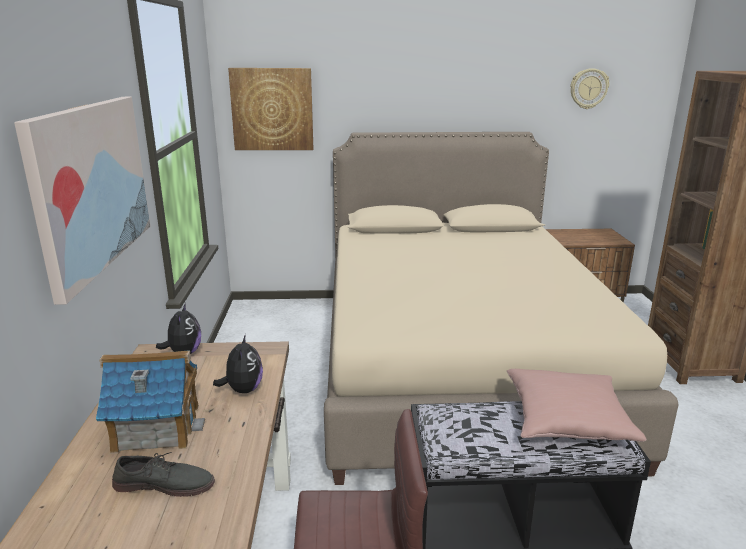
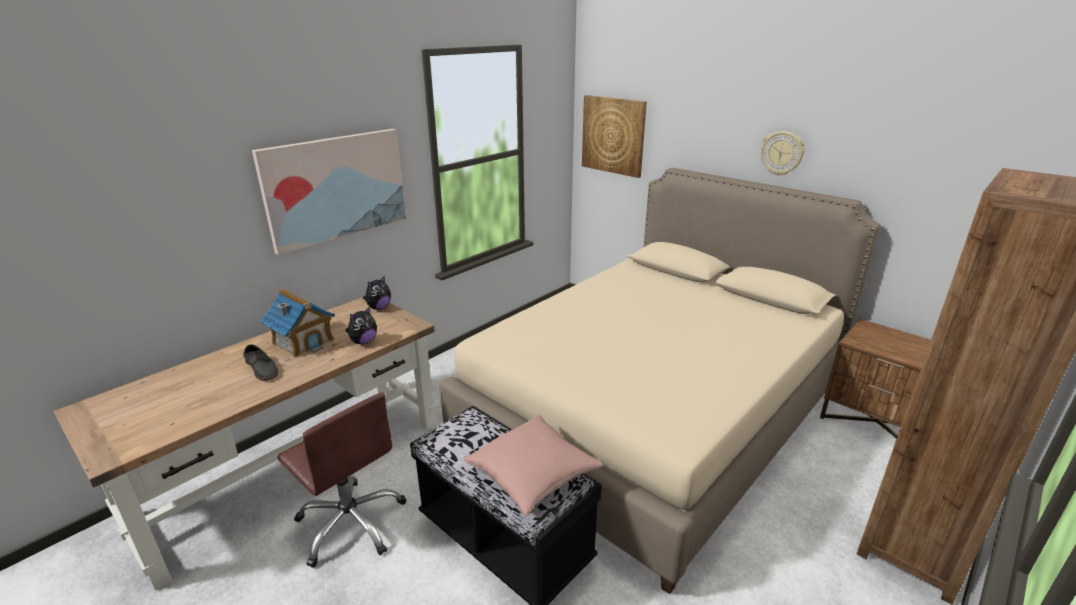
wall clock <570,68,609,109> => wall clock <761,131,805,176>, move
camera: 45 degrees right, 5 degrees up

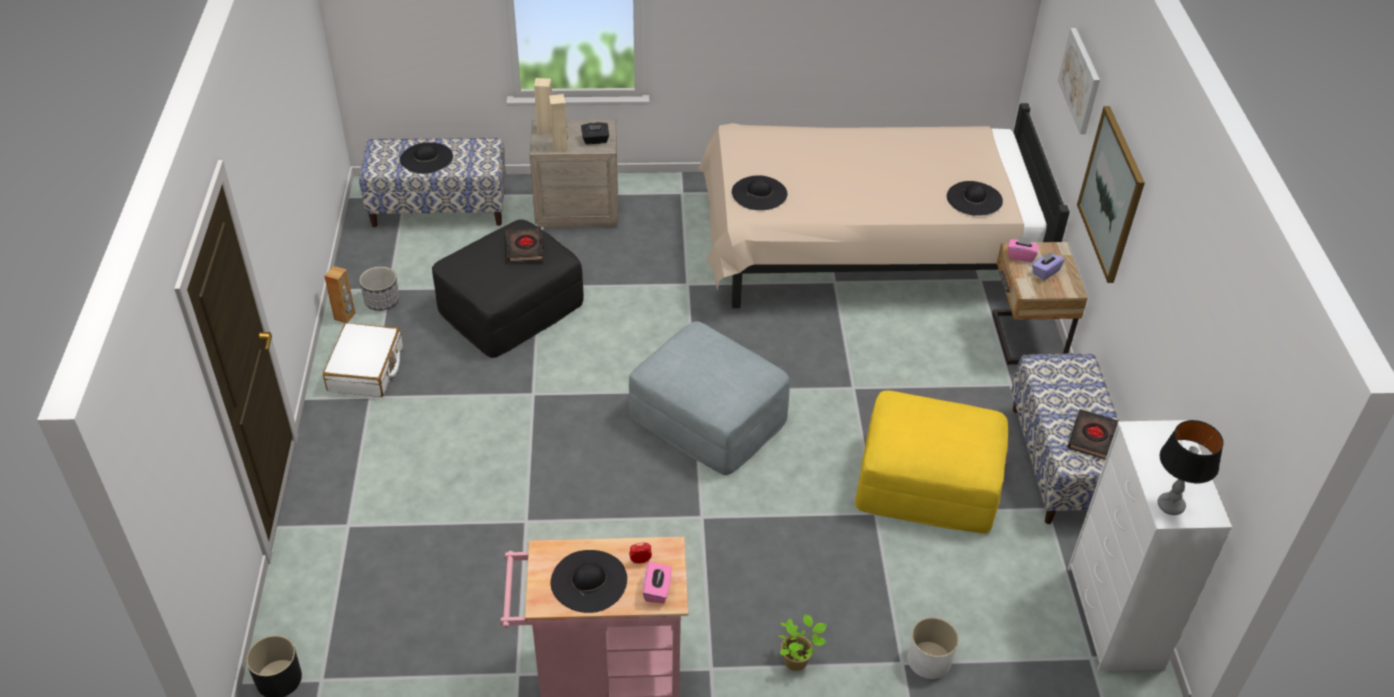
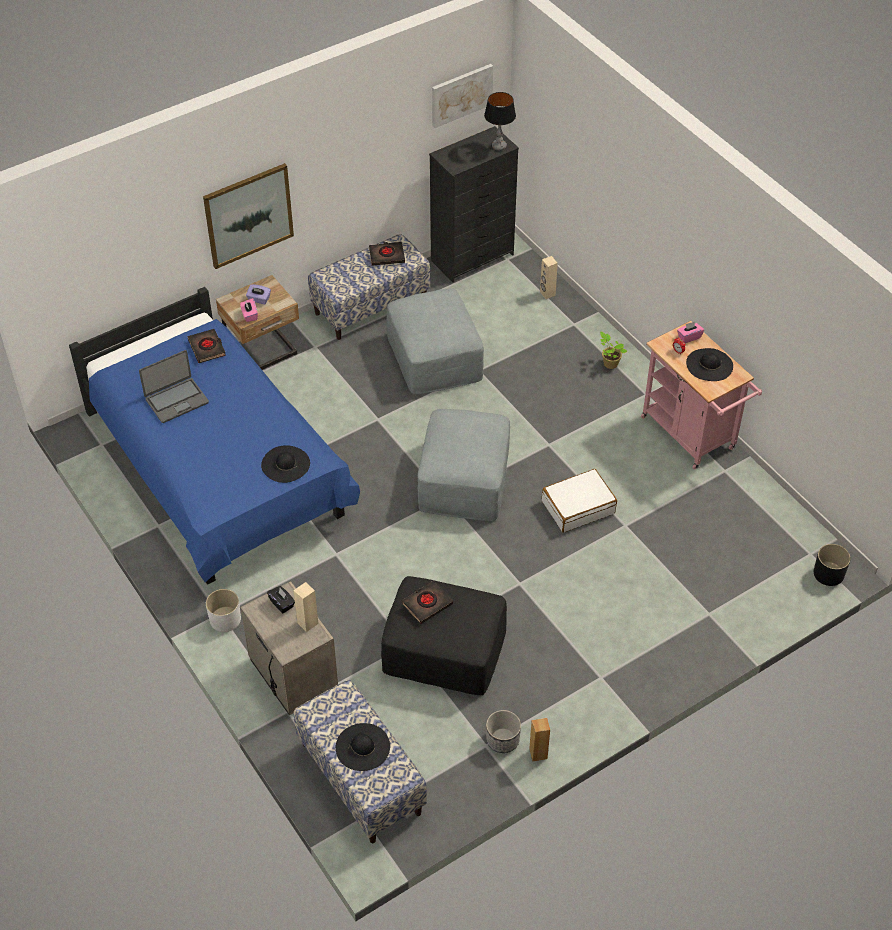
nothing => laptop <139,350,209,423>
white suitcase <323,323,403,397> => white suitcase <542,469,617,533>, move
beige speaker <534,78,552,134> => beige speaker <540,256,558,299>, move
white planter <907,617,959,679> => white planter <206,589,241,632>, move
picture <1058,28,1100,134> => picture <432,64,493,128>, move
black hat <947,181,1003,216> => black book <188,329,226,363>
beige bed <698,103,1070,308> => blue bed <69,287,360,585>
yellow ottoman <855,391,1008,534> => grey ottoman <386,288,484,394>
white dresser <1068,420,1232,671> => black dresser <429,126,519,282>
camera: 120 degrees left, 5 degrees up

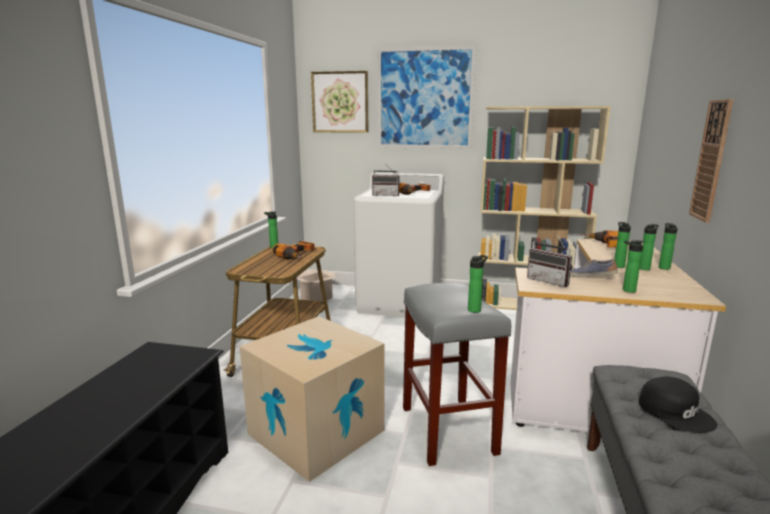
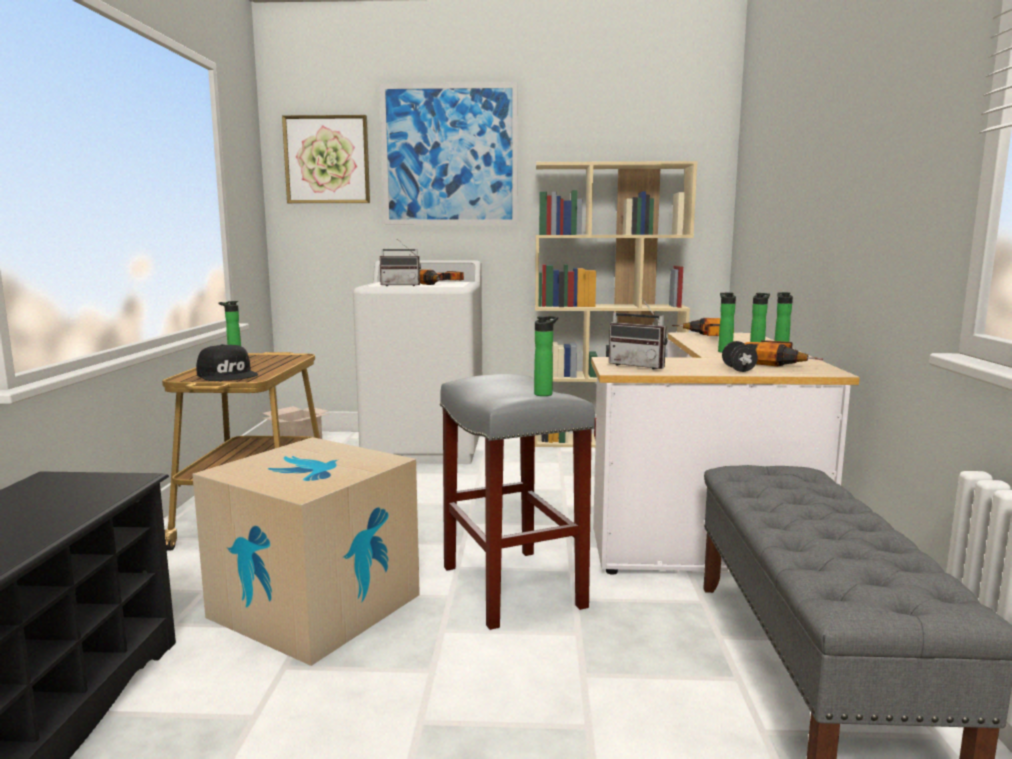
shoe <570,259,618,277> => nothing
wall clock <689,99,734,223> => nothing
power drill <273,241,315,260> => power drill <744,340,823,366>, move
black cap <639,376,717,433> => black cap <196,344,258,381>, move
bottle <623,240,644,293> => black dumbbell <722,341,758,372>
camera: 10 degrees left, 5 degrees down

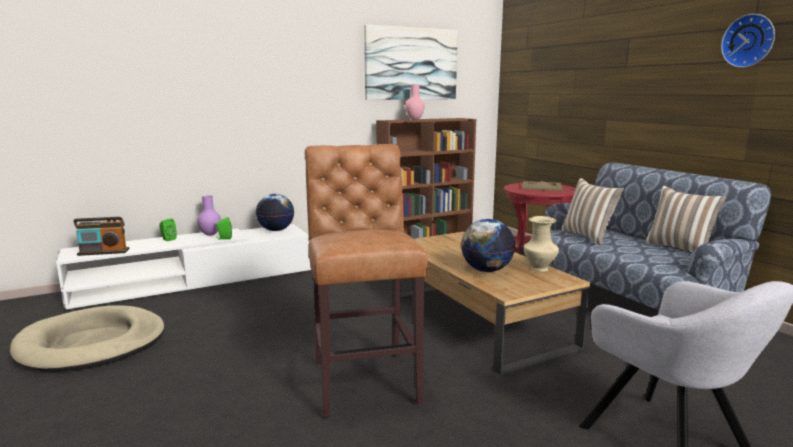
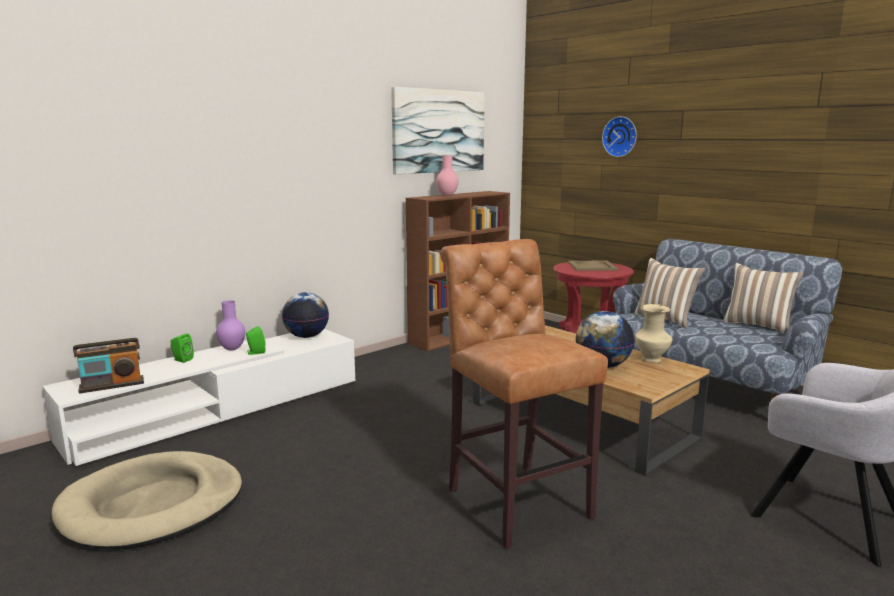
wall clock <721,14,775,68> => wall clock <602,116,637,157>, move
camera: 15 degrees left, 0 degrees up

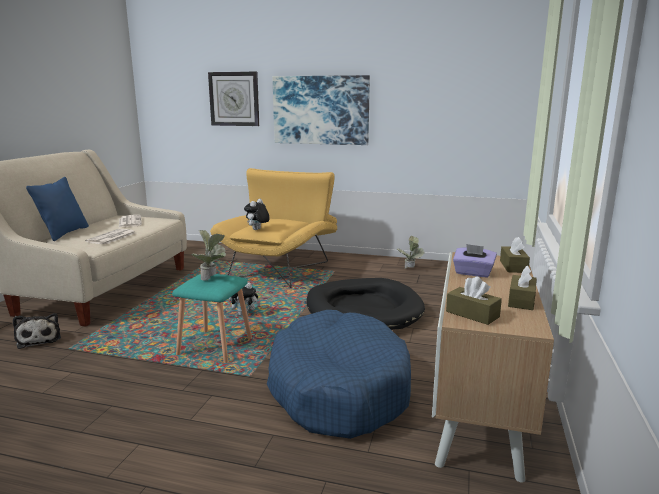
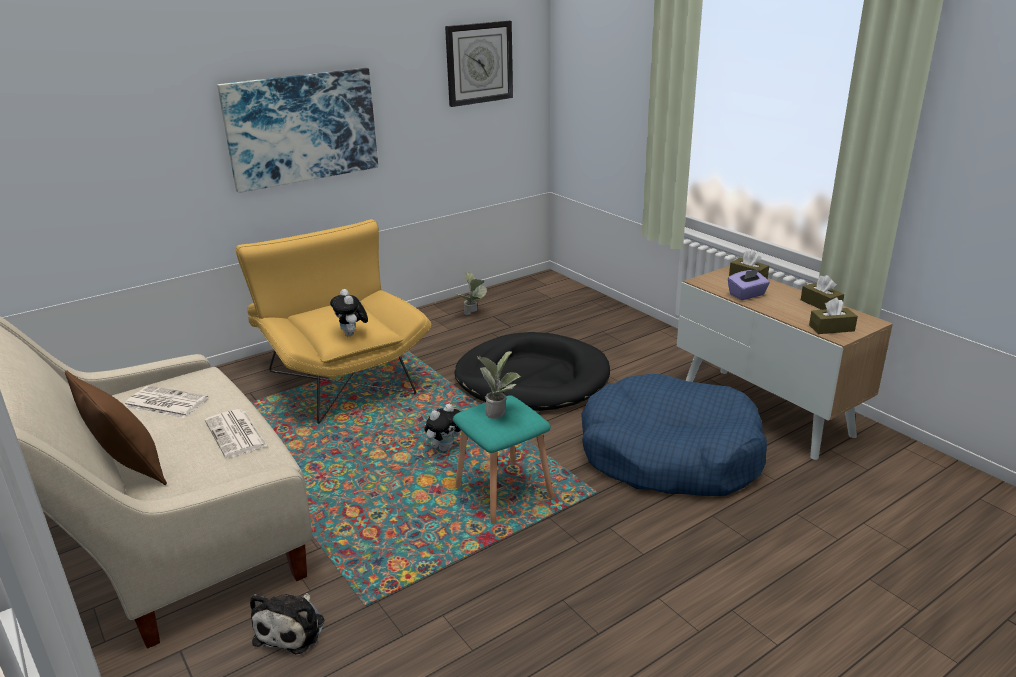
wall clock <208,72,259,126> => wall clock <445,21,513,107>, move
blue pillow <26,177,89,241> => brown pillow <65,370,167,485>
plush toy <13,313,61,349> => plush toy <250,593,324,654>, 90 degrees clockwise
camera: 50 degrees left, 10 degrees up

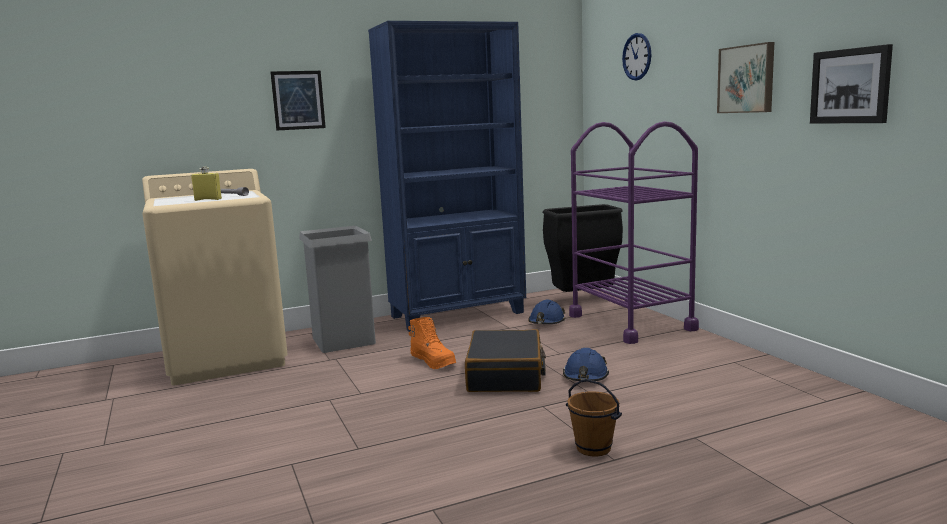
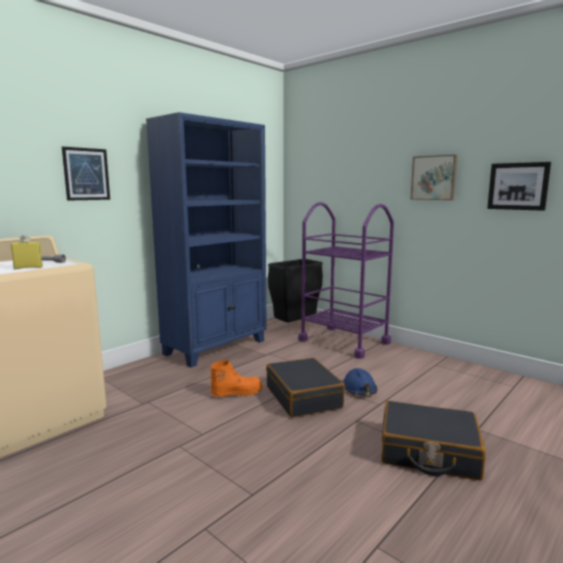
grey trash can <299,226,376,353> => nothing
blue hard hat <529,299,565,324> => nothing
wall clock <622,33,651,80> => nothing
brown bucket <566,379,622,457> => black suitcase <381,401,486,480>
orange boot <408,317,456,369> => orange boot <210,359,263,397>, 45 degrees counterclockwise
camera: 25 degrees left, 0 degrees up

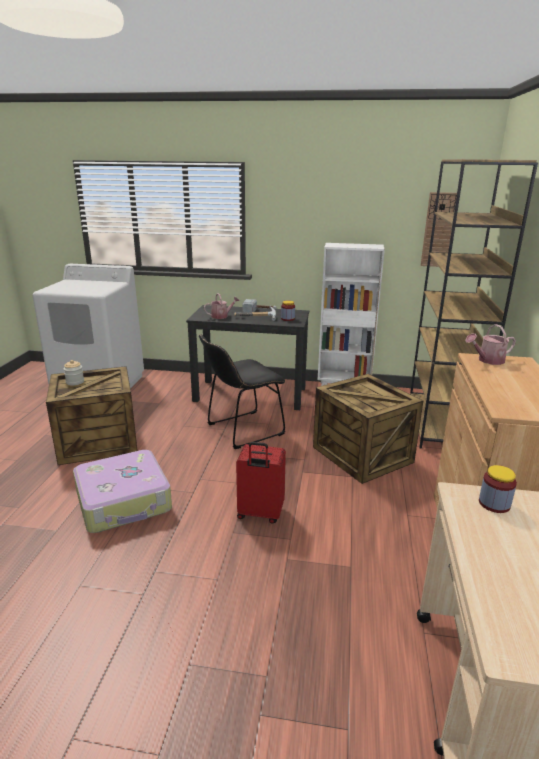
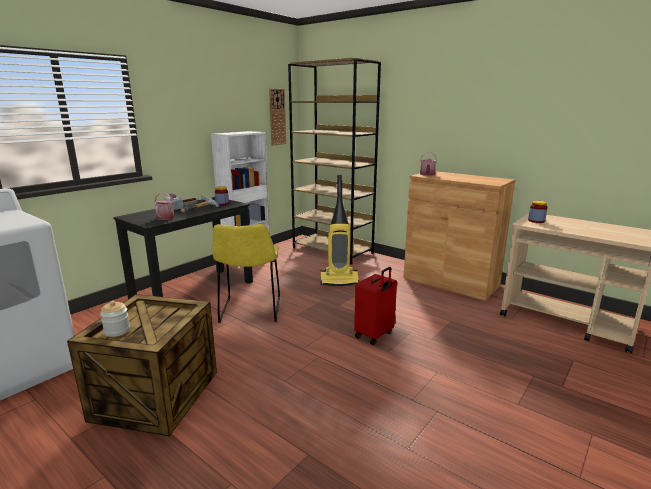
suitcase <73,450,172,533> => nothing
crate <313,374,423,484> => vacuum cleaner <321,175,360,286>
black chair <199,334,285,449> => yellow chair <212,224,280,323>
camera: 60 degrees left, 5 degrees down

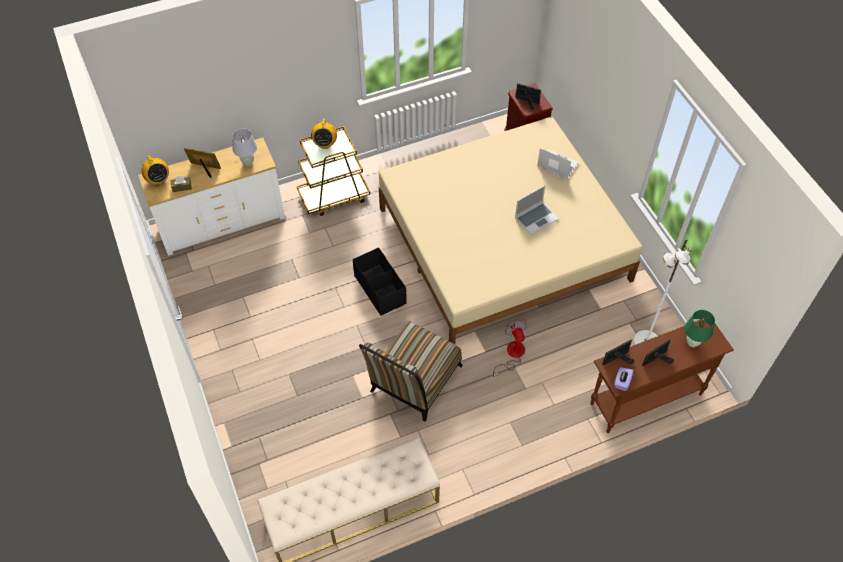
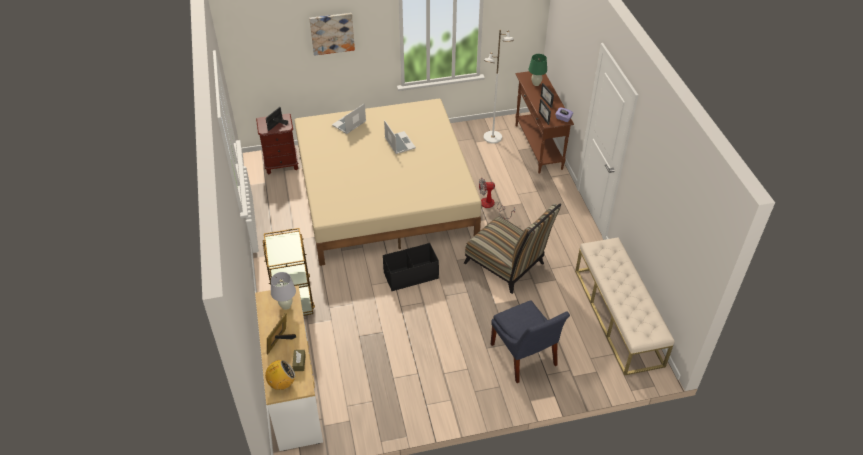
radio <311,119,337,149> => nothing
nothing => picture <309,13,355,56>
nothing => blue chair <491,300,570,383>
camera: 80 degrees left, 10 degrees down

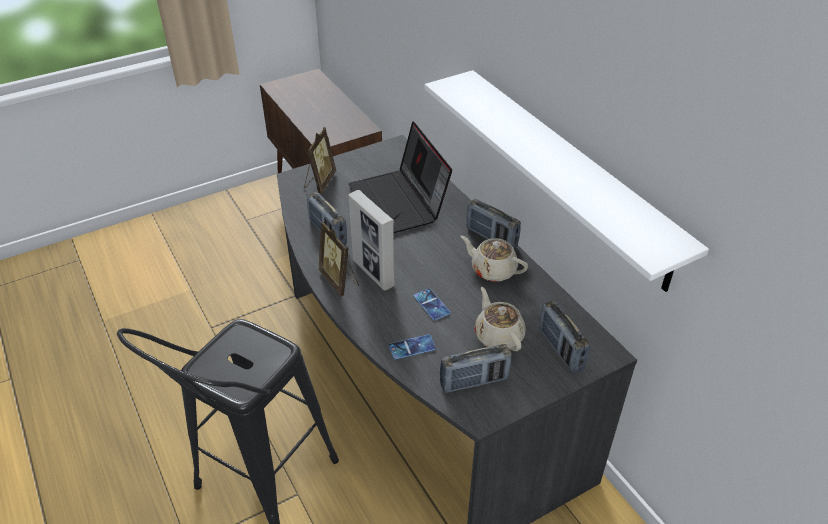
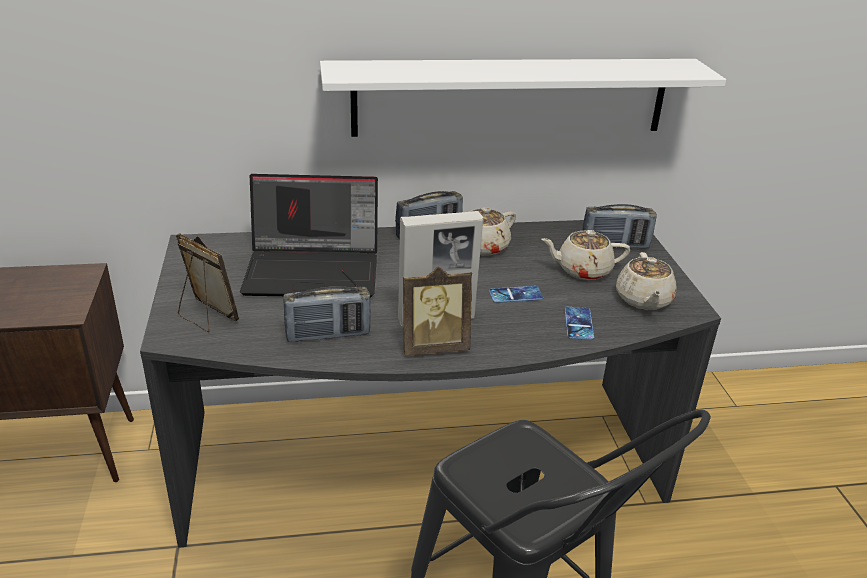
radio <440,344,512,393> => beige teapot <616,252,676,310>
camera: 70 degrees left, 10 degrees down

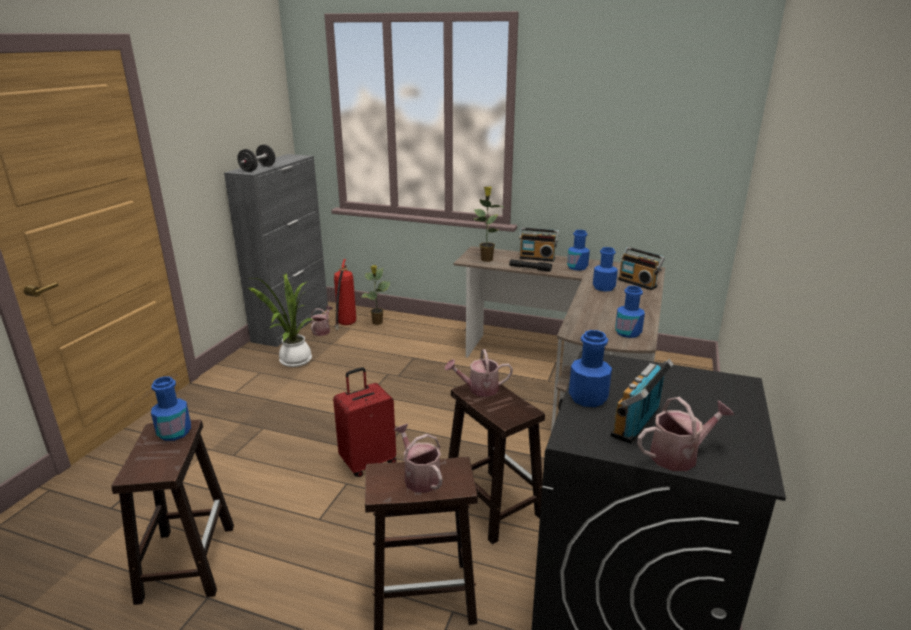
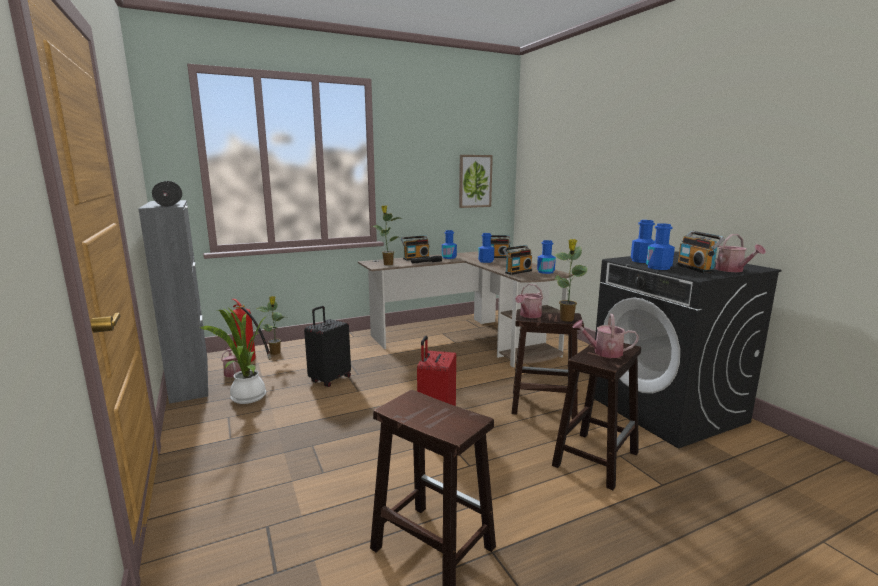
nothing => black suitcase <304,306,351,387>
nothing => picture <459,155,493,208>
nothing => radio <503,245,532,275>
nothing => potted plant <555,239,587,321>
blue bottle <151,377,191,441> => blue bottle <631,220,655,263>, move
watering can <637,397,734,471> => watering can <715,234,766,272>, 135 degrees clockwise
camera: 45 degrees left, 10 degrees down

